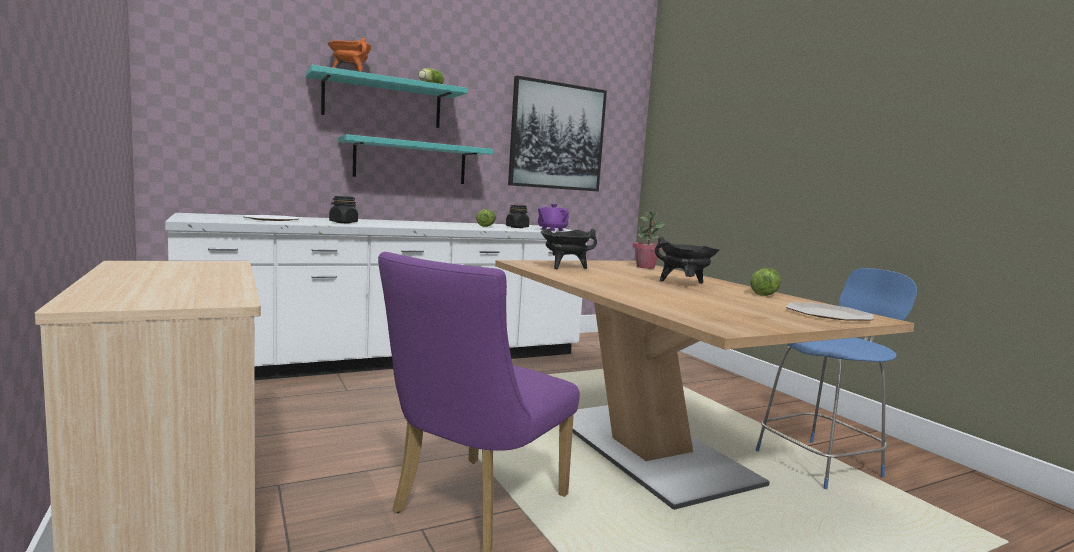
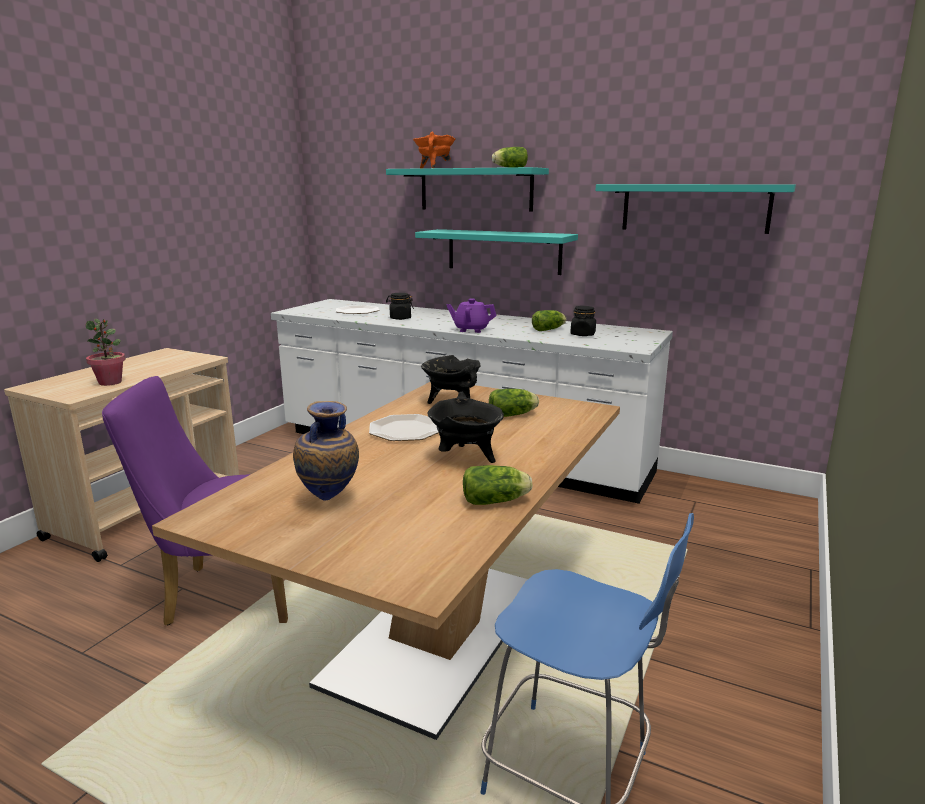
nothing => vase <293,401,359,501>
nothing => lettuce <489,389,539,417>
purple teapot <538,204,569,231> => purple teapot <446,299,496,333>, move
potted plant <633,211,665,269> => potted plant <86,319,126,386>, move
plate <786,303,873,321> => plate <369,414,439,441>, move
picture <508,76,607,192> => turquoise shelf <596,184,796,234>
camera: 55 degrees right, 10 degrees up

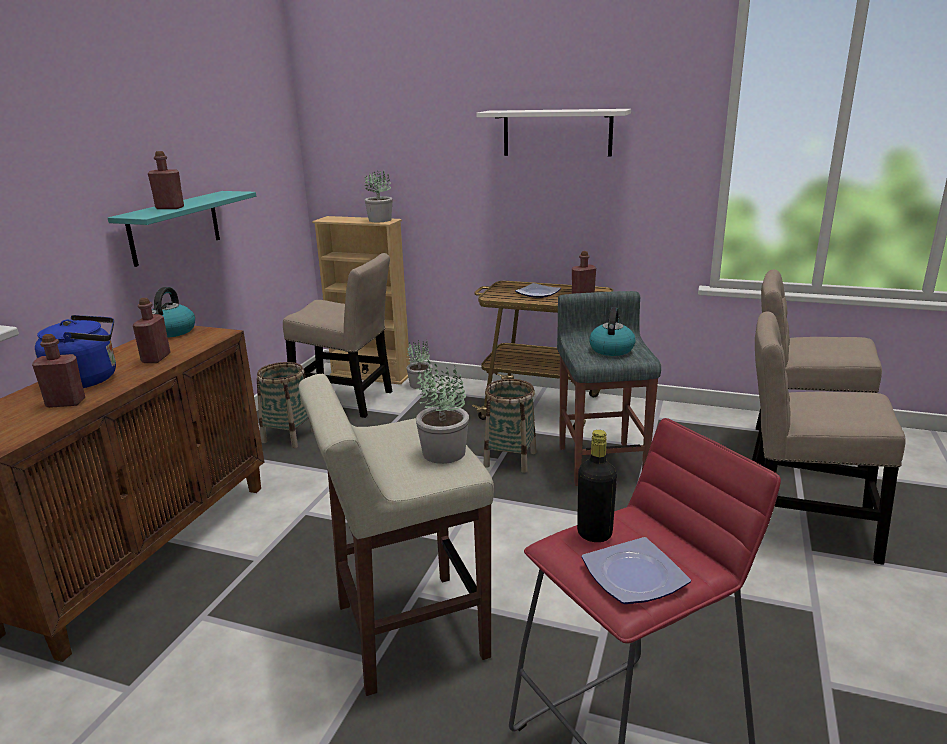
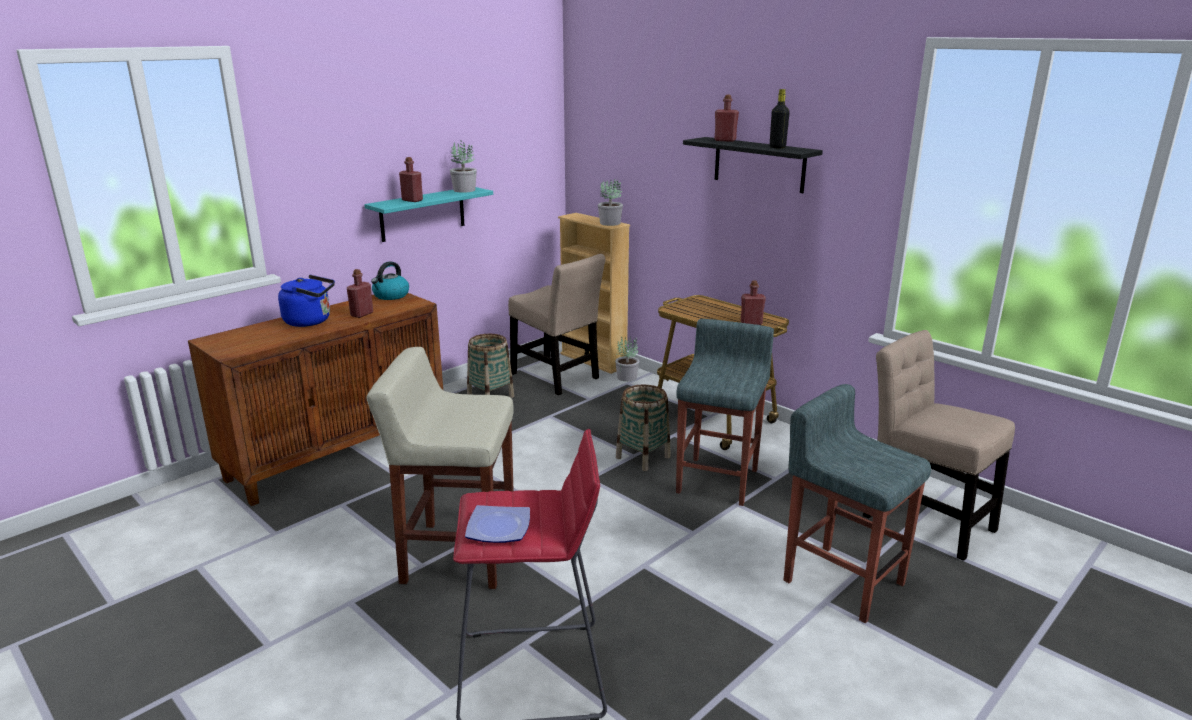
plate <515,283,561,298> => nothing
kettle <589,307,636,356> => nothing
red bottle <32,334,85,408> => red bottle <714,95,739,142>, move
potted plant <416,360,469,464> => potted plant <450,140,477,193>, move
black bottle <577,430,617,542> => black bottle <770,89,790,148>, move
beige chair <755,311,906,565> => grey stool <784,384,931,623>
white shelf <476,109,631,157> => black shelf <683,137,823,193>
camera: 25 degrees right, 0 degrees up

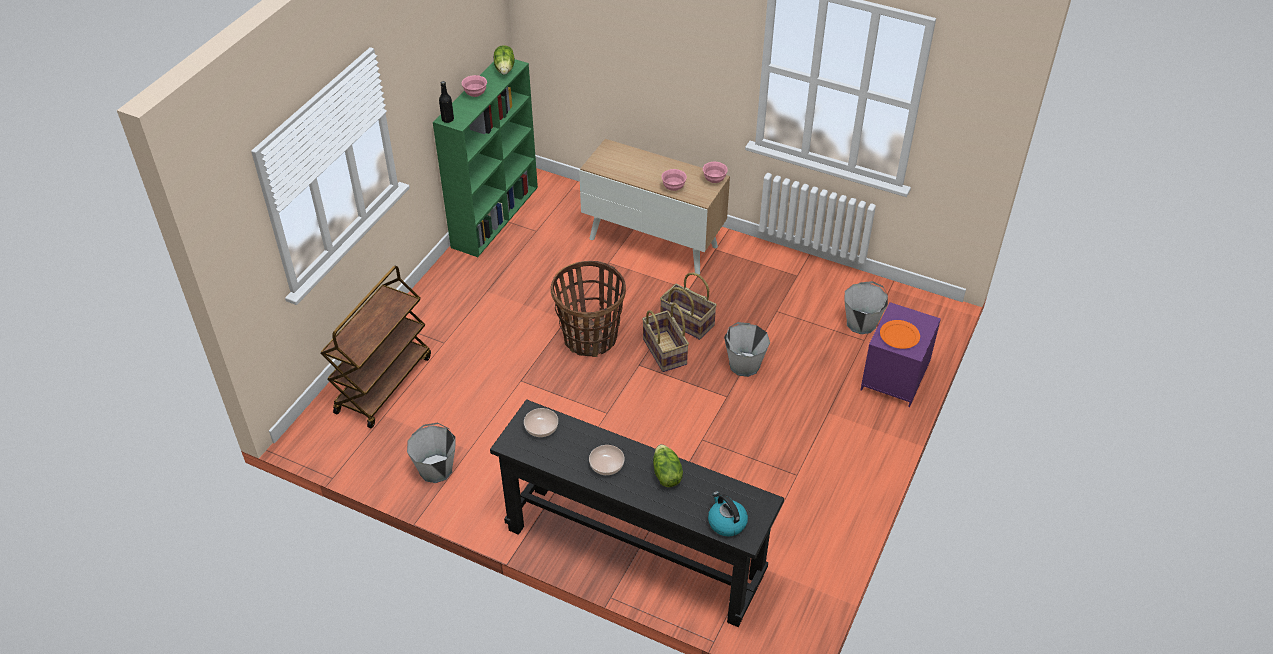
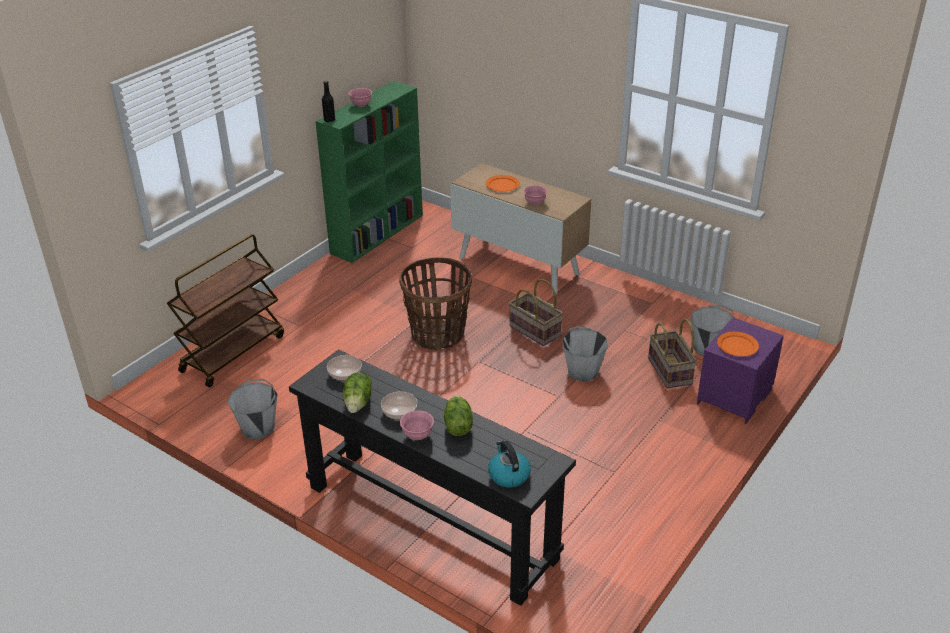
nothing => orange plate <486,175,520,192>
lettuce <494,45,515,75> => lettuce <343,373,372,413>, move
basket <642,303,689,372> => basket <648,319,697,389>, move
pink bowl <703,162,728,183> => pink bowl <400,410,434,440>, move
camera: 10 degrees right, 10 degrees down

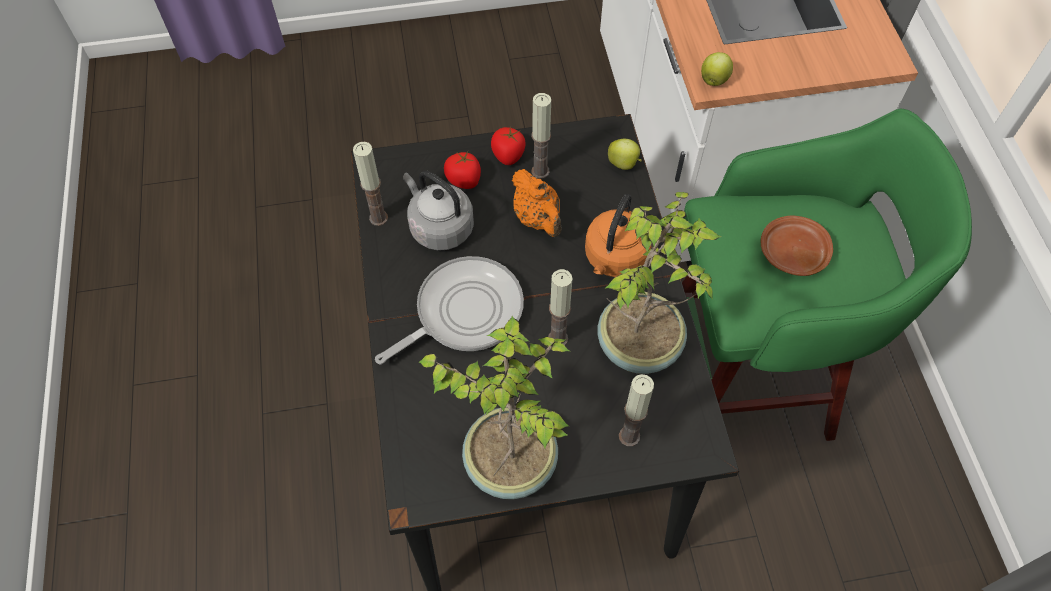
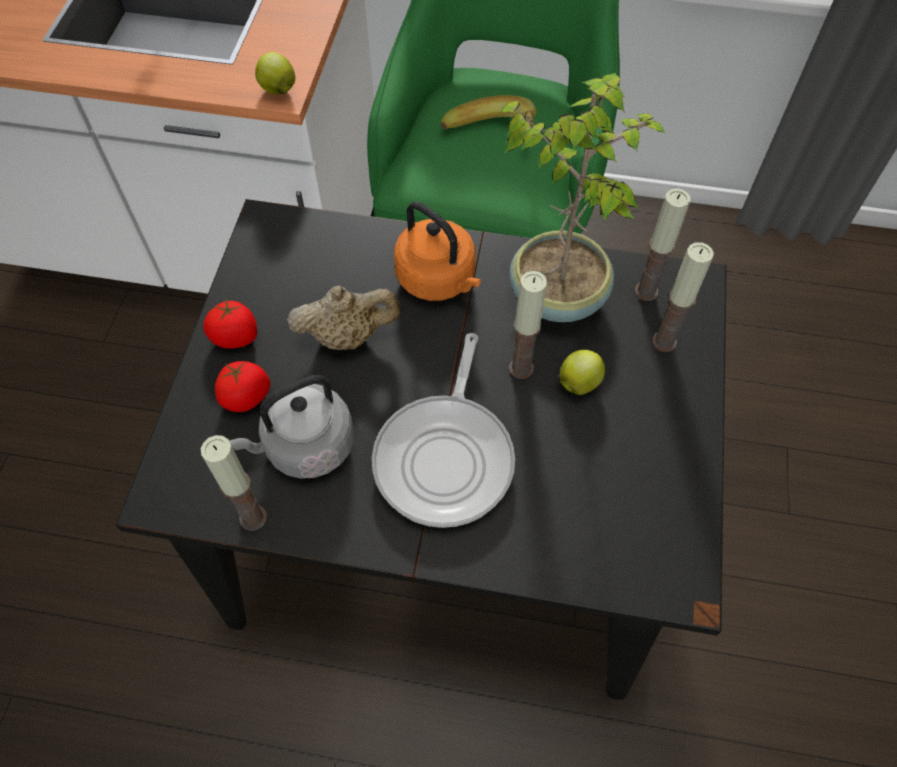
potted plant <418,316,569,499> => nothing
candle <531,93,551,179> => candle <634,188,691,301>, move
apple <608,139,642,170> => apple <560,350,605,395>, move
brown plate <761,216,833,276> => banana <440,95,536,129>
orange teapot <512,169,562,237> => beige teapot <287,285,401,350>
frying pan <375,256,524,365> => frying pan <372,333,515,528>, 150 degrees counterclockwise
camera: 70 degrees left, 0 degrees up

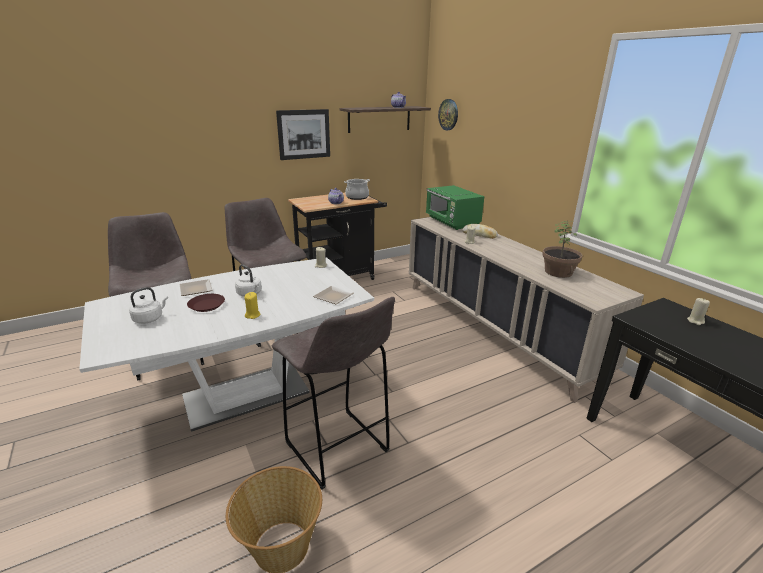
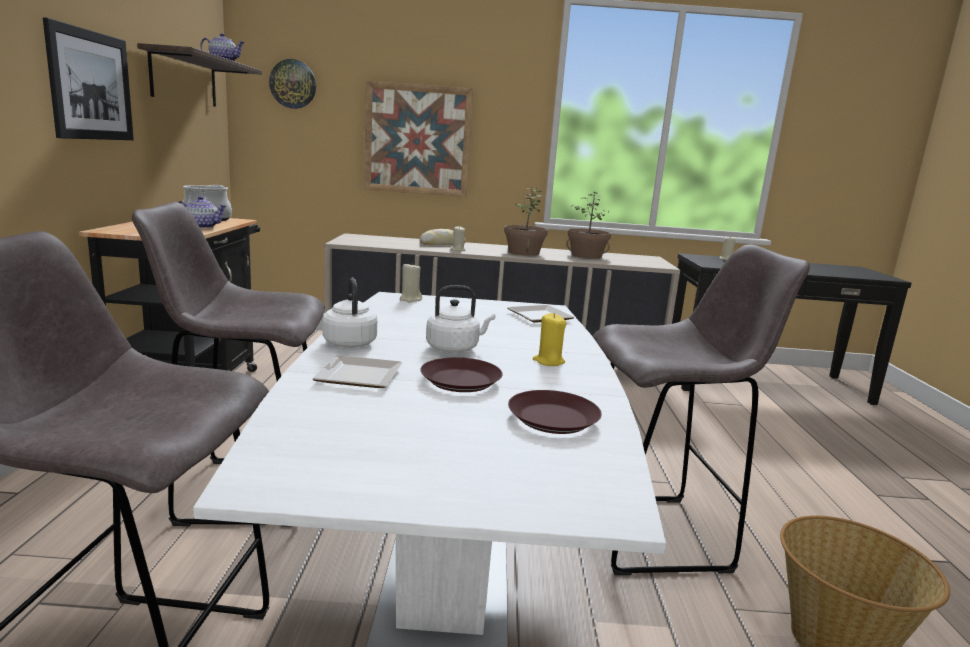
green microwave <426,185,484,230> => nothing
nothing => picture <364,81,473,197>
nothing => potted plant <504,188,548,256>
nothing => brown plate <508,390,602,434>
white kettle <129,287,168,324> => white kettle <323,278,377,348>, move
camera: 60 degrees left, 10 degrees down

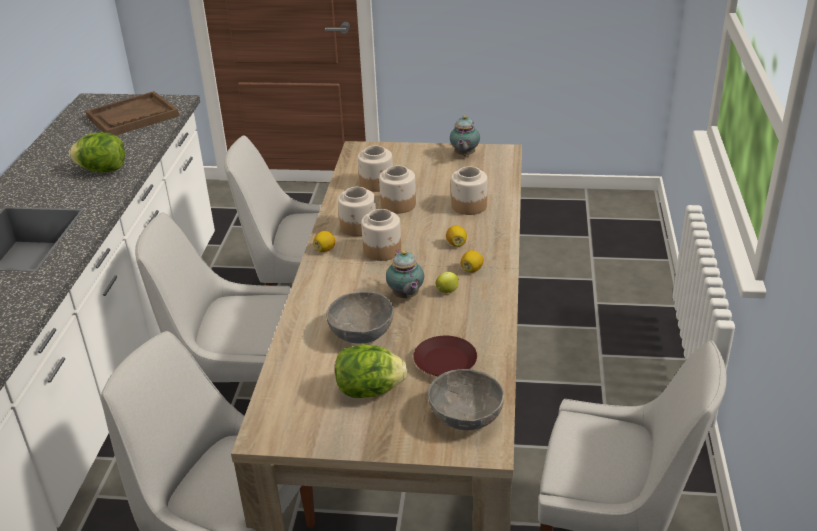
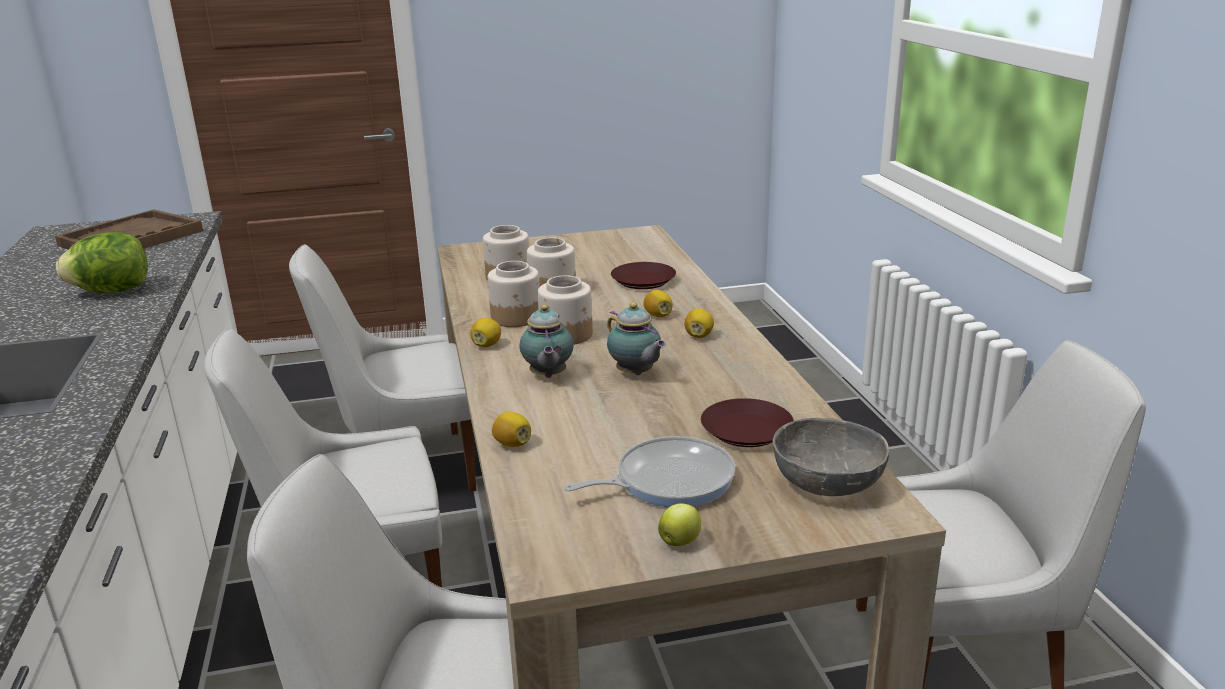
grey bowl <326,292,394,344> => nothing
nothing => lemon <492,412,531,447>
apple <436,272,459,293> => apple <658,503,701,546>, move
teapot <450,115,480,156> => teapot <519,305,574,378>, move
lettuce <335,344,407,398> => frying pan <564,436,735,507>
jar <451,166,487,215> => brown plate <611,262,676,289>
camera: 20 degrees left, 10 degrees down

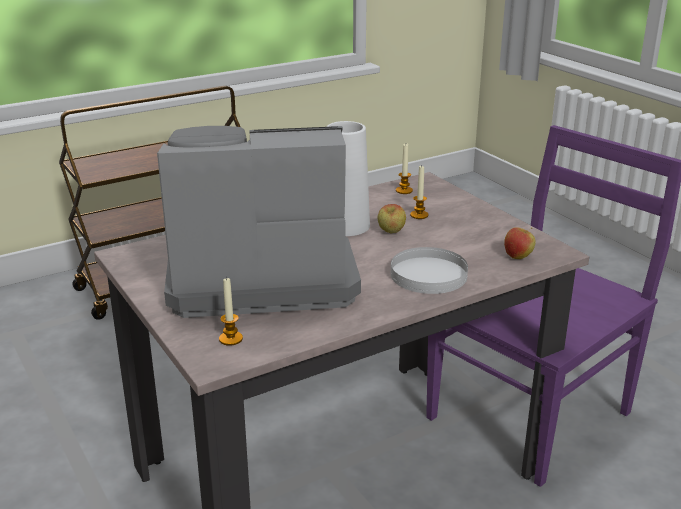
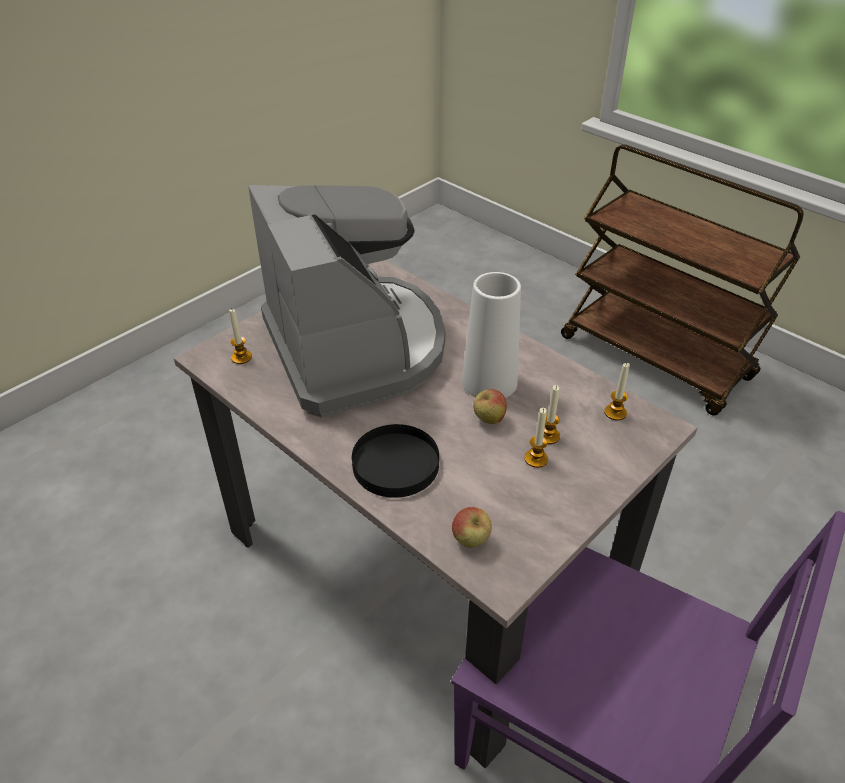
nothing => candle <524,408,548,468>
white plate <391,247,468,294> => black plate <352,424,439,498>
camera: 75 degrees right, 15 degrees up

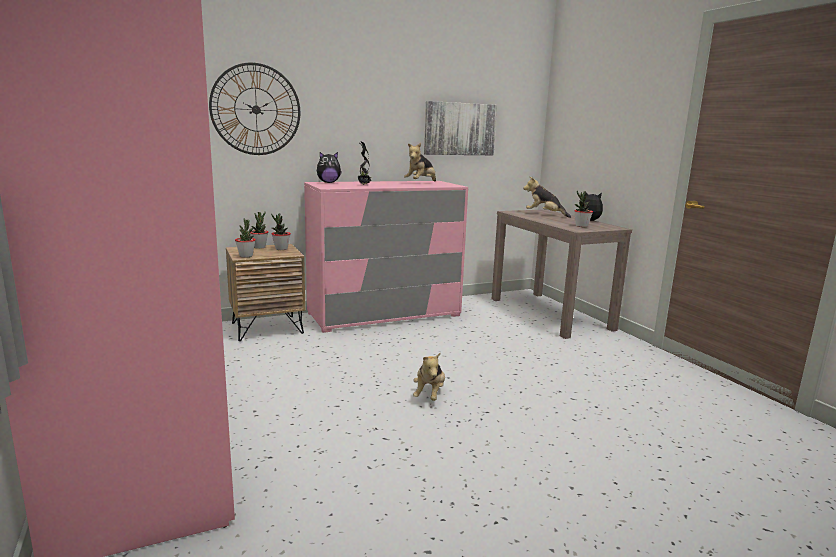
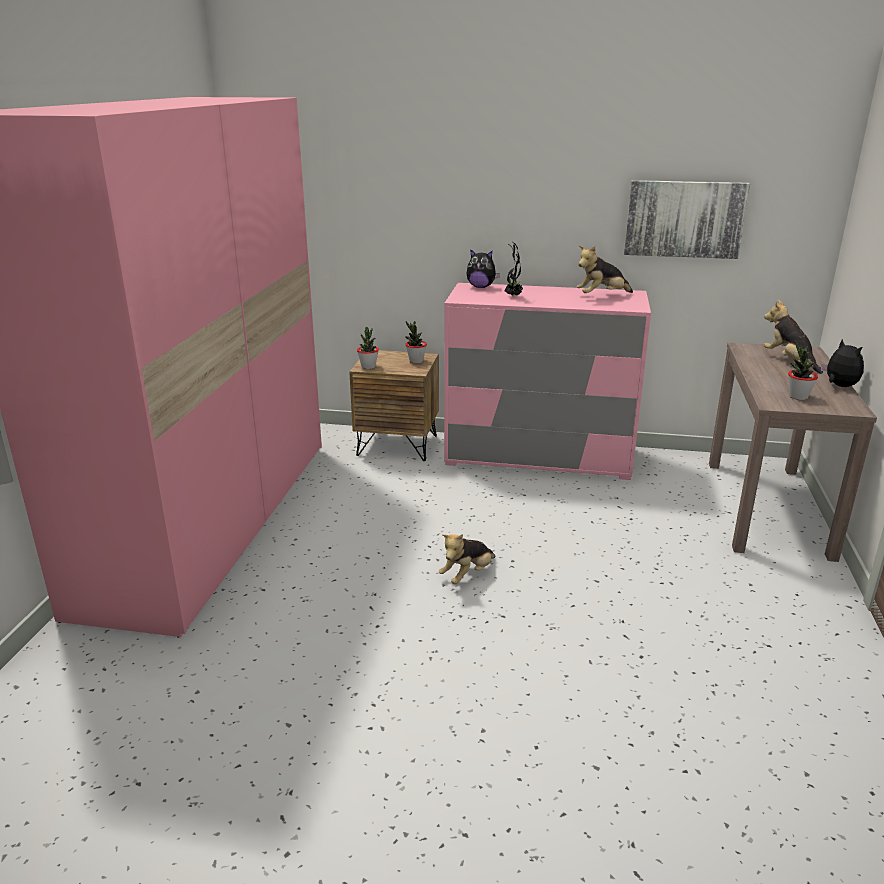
wall clock <209,63,300,155> => nothing
potted plant <250,211,268,249> => nothing
camera: 35 degrees right, 10 degrees up

